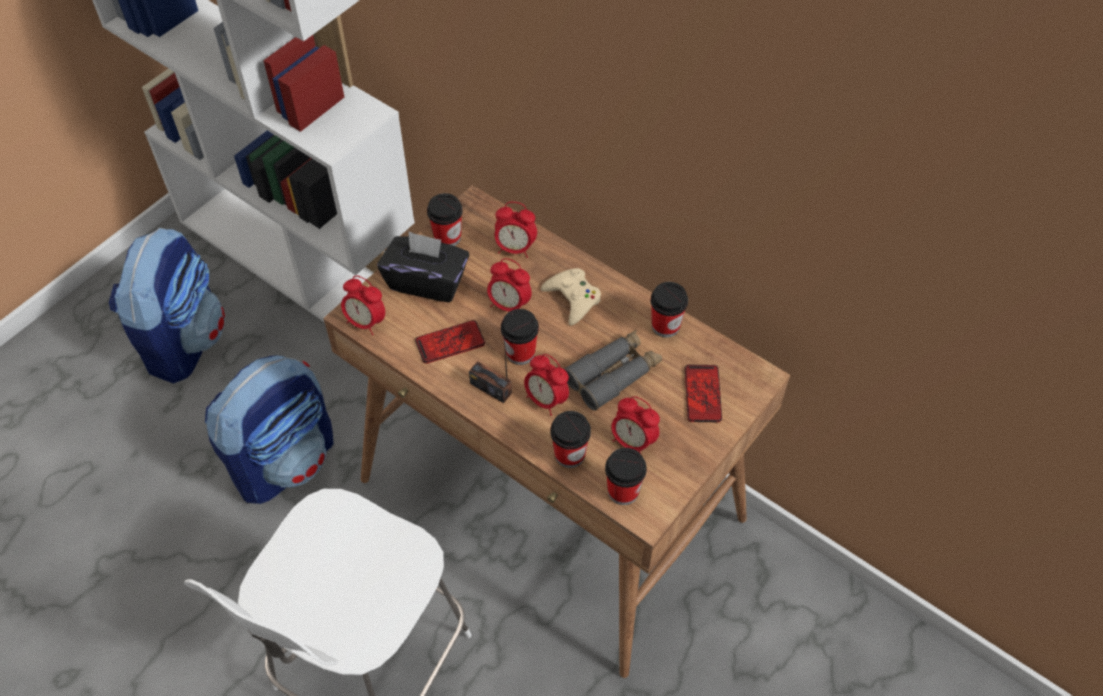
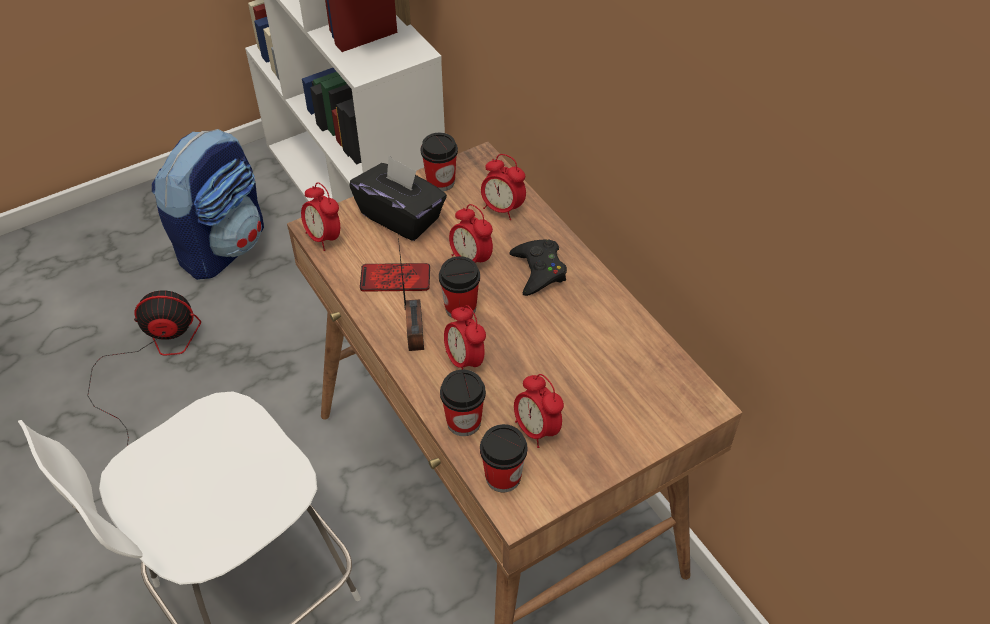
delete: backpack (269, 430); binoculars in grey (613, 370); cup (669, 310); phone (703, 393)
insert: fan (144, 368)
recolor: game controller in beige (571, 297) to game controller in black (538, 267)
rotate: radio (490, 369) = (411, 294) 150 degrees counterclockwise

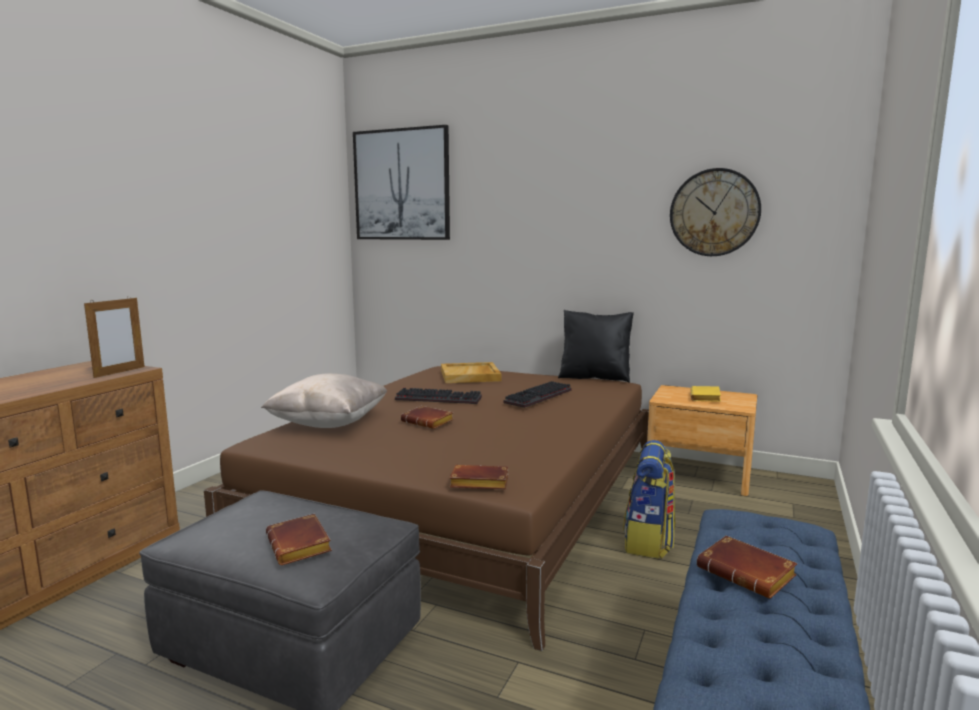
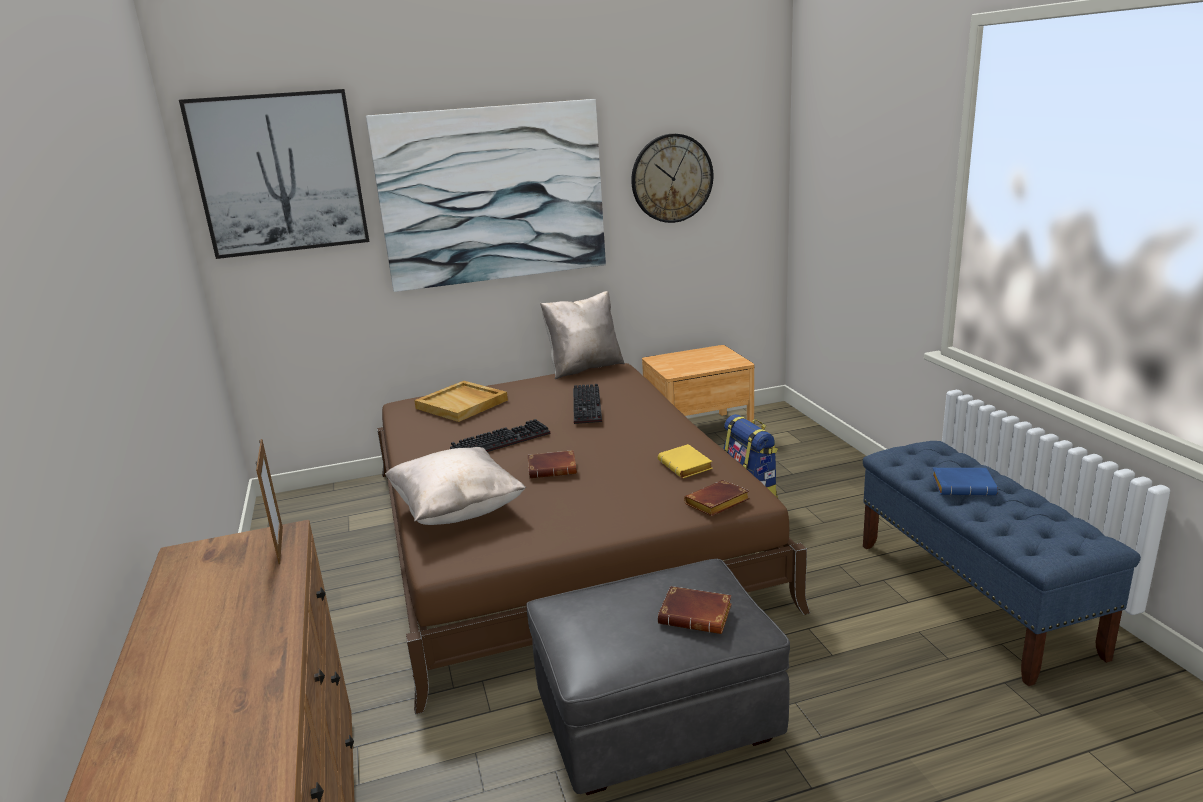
insert: picture (486, 195)
move: book in yellow (706, 394) to (685, 461)
recolor: pillow in black (596, 346) to pillow in beige (582, 335); book in brown (747, 567) to book in blue (965, 481)

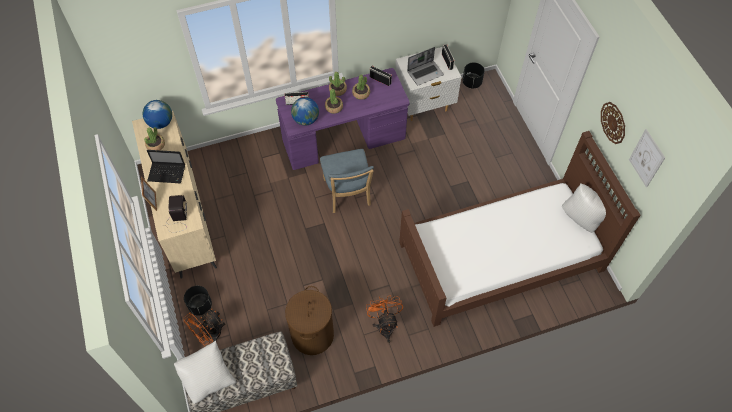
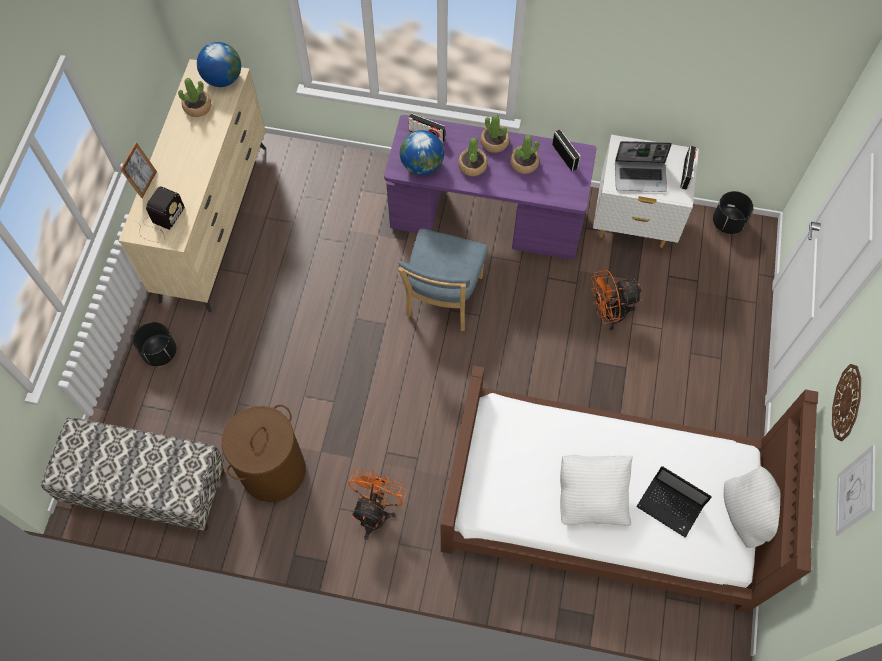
move: laptop (166, 166) to (674, 502); pillow in white (205, 372) to (596, 490); fan in orange (204, 327) to (616, 300)

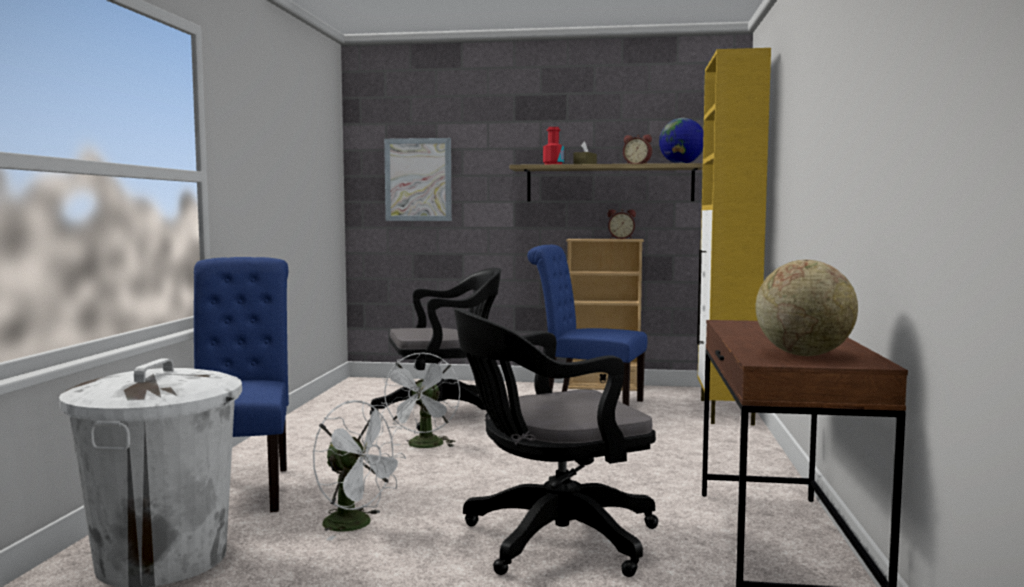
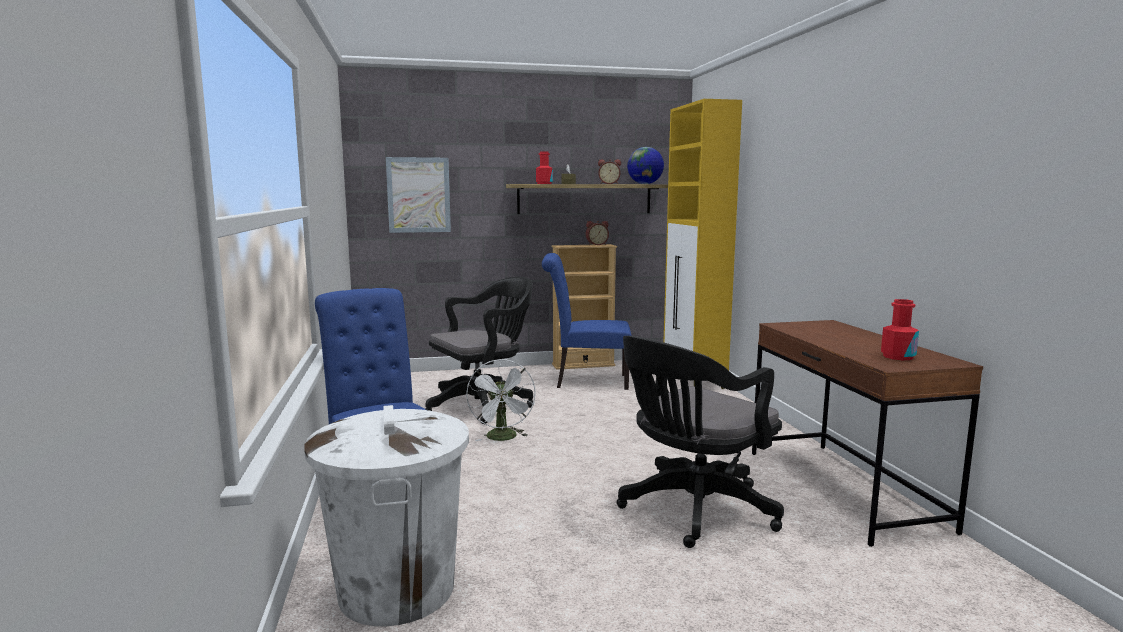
delete: fan in white (359, 470)
replace: globe (806, 308) to bottle in red (900, 329)

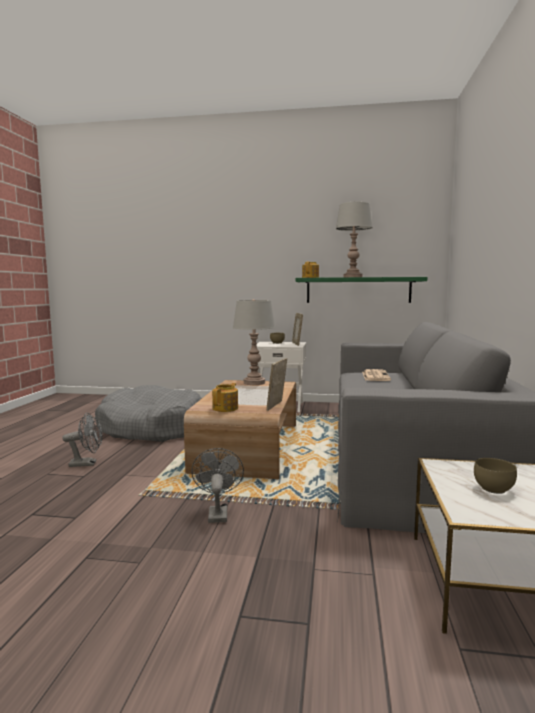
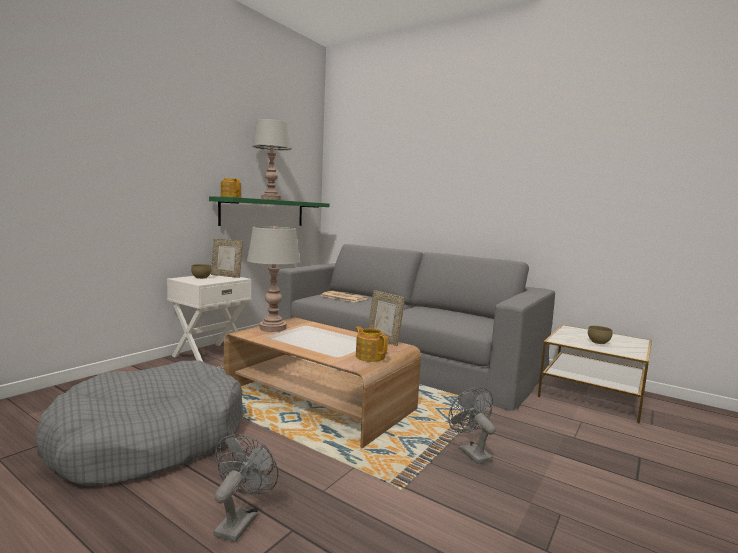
rotate: fan in grey (217, 485) = (472, 425) 45 degrees clockwise

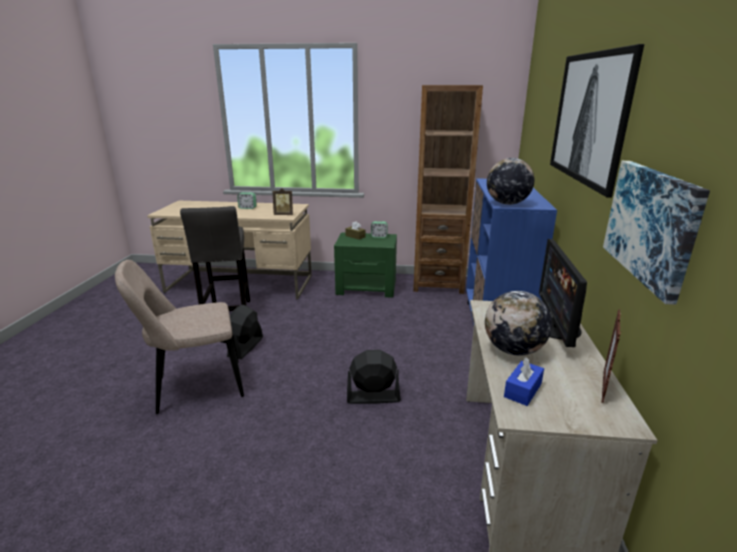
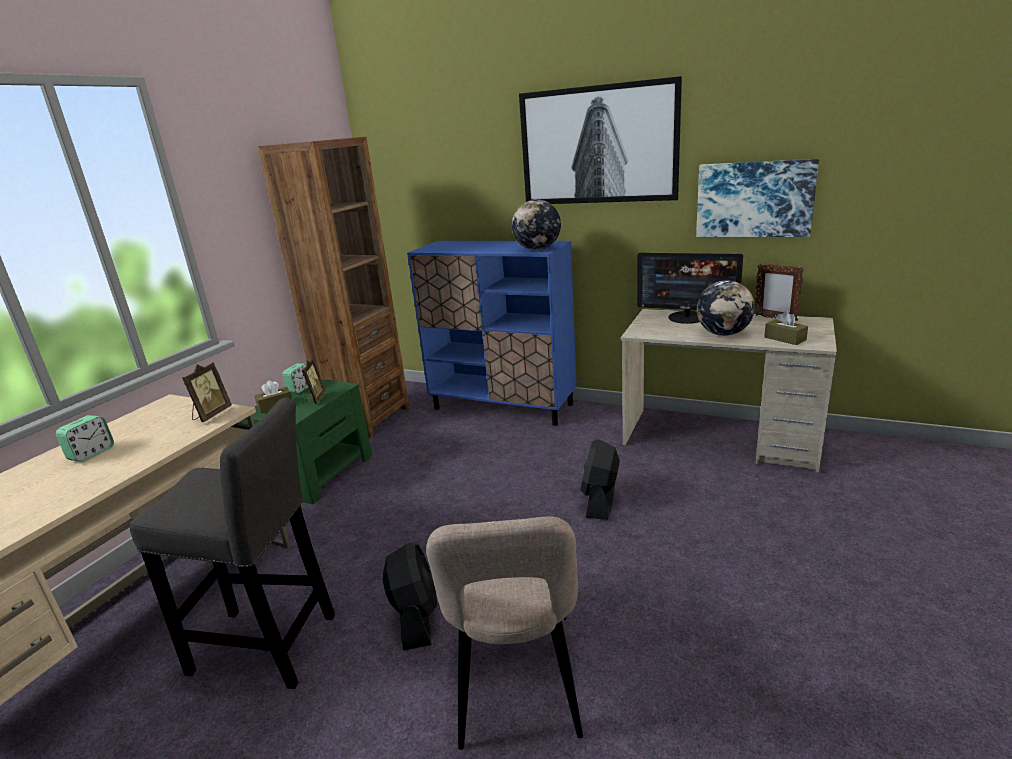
insert: picture frame (314, 381)
recolor: tissue box in blue (524, 381) to tissue box in brown (786, 328)
rotate: fan in black (245, 332) = (410, 597) 135 degrees counterclockwise

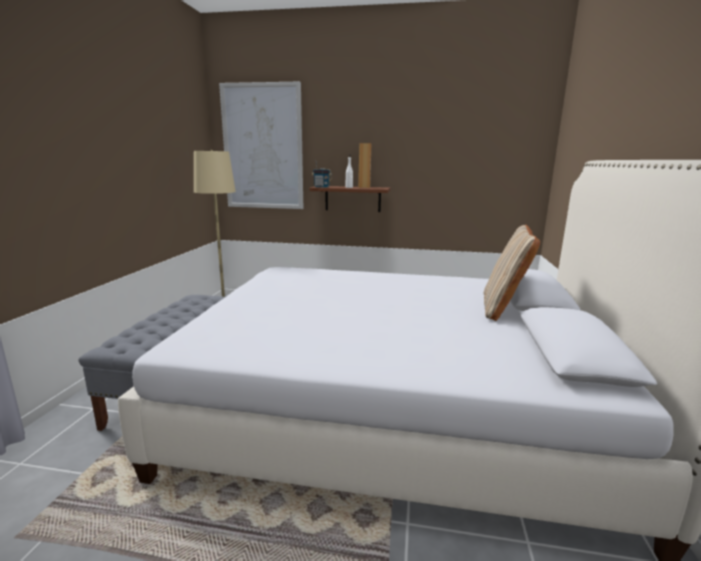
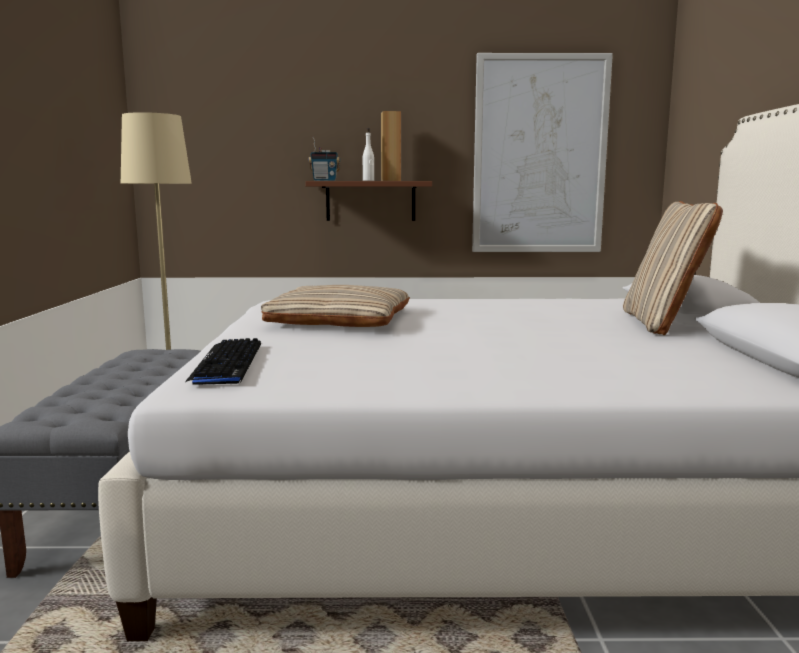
insert: keyboard (223, 361); pillow in beige (335, 306)
move: picture (261, 145) to (542, 152)

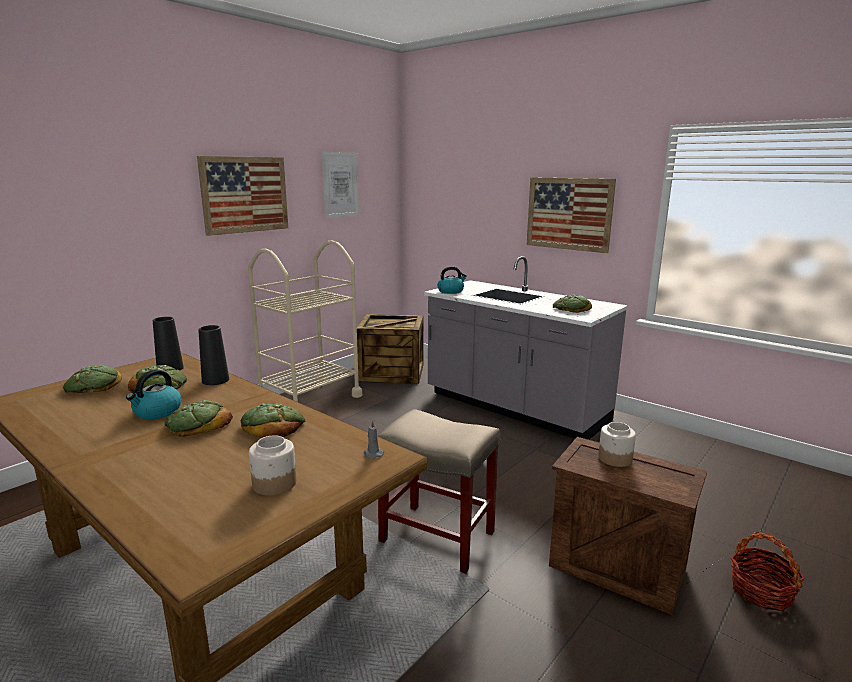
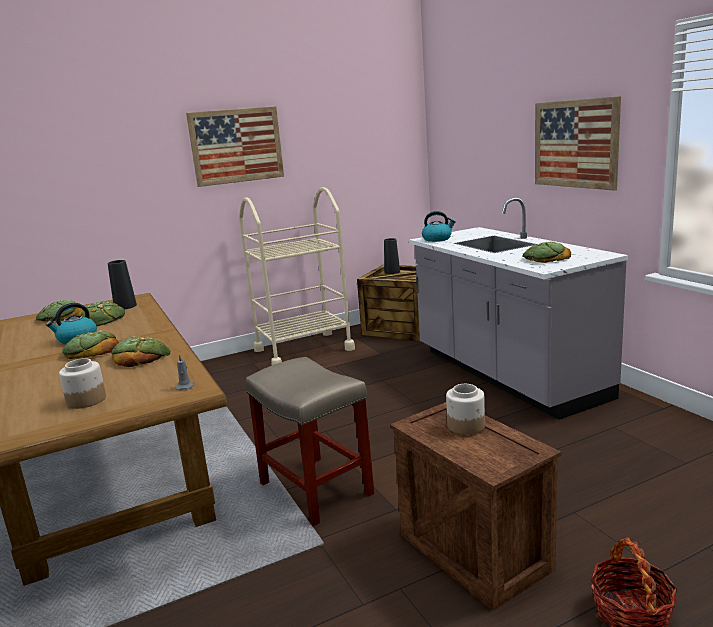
delete: picture (340, 185)
move: vase in black (213, 355) to (392, 256)

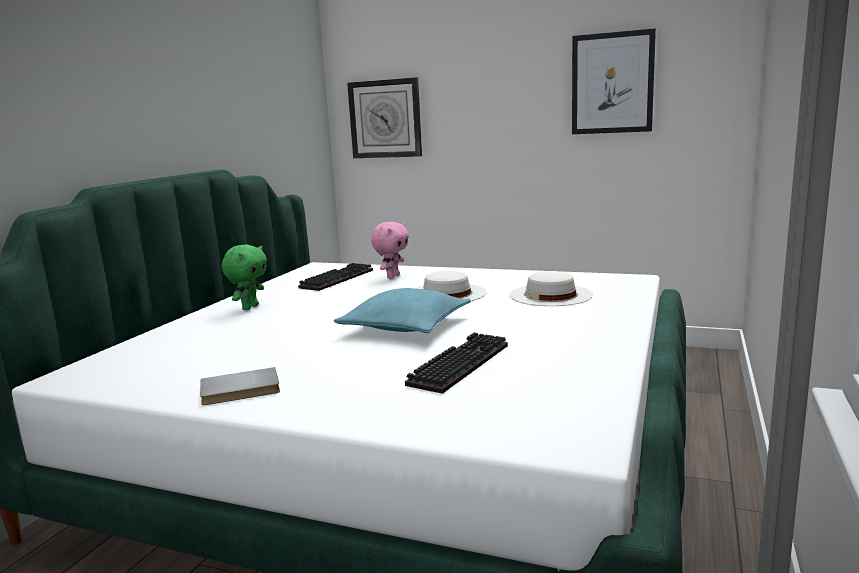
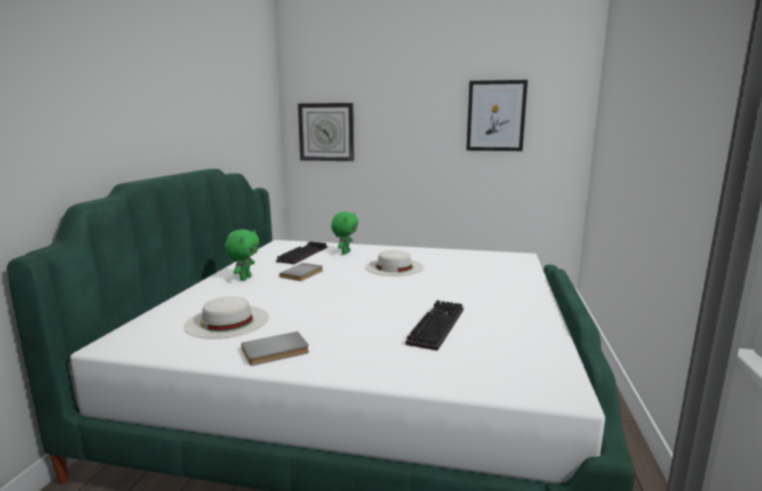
delete: pillow in turquoise (402, 310)
insert: book in grey (301, 272)
move: hat in white (551, 288) to (226, 317)
recolor: plush toy in pink (390, 250) to plush toy in green (344, 233)

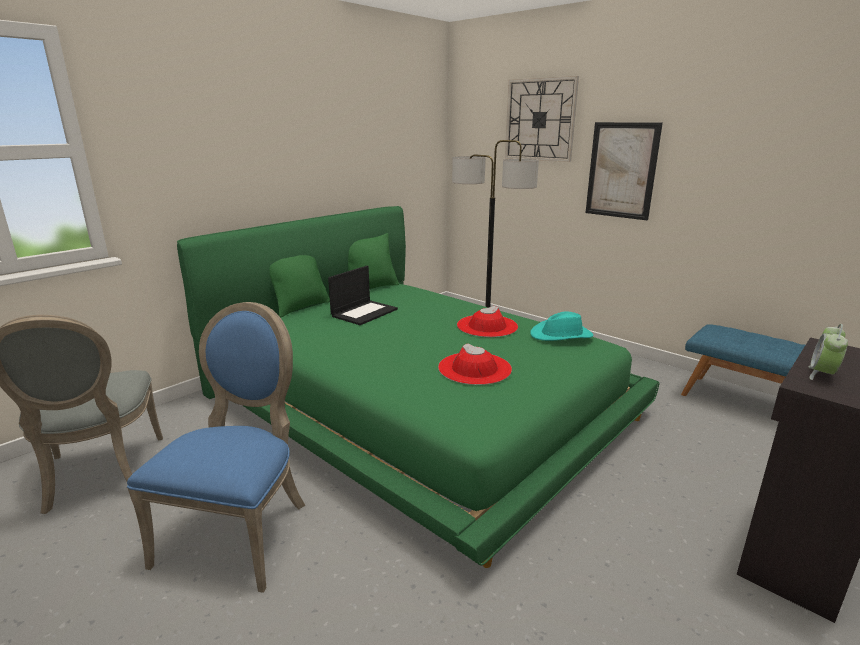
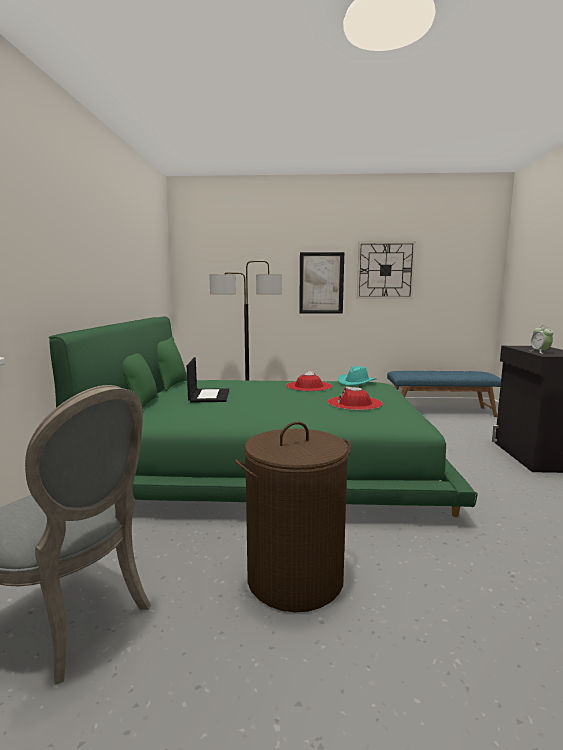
move: wall clock (542, 119) to (386, 270)
replace: chair in blue (216, 447) to laundry basket in brown (293, 517)

